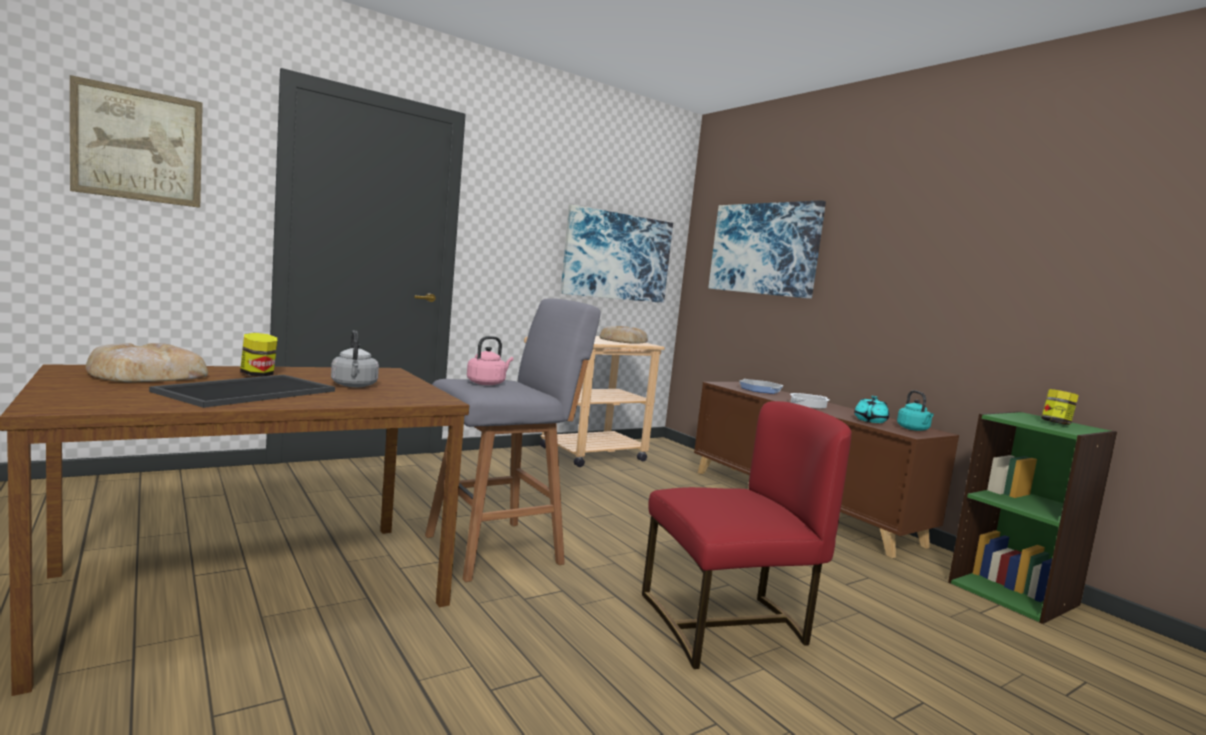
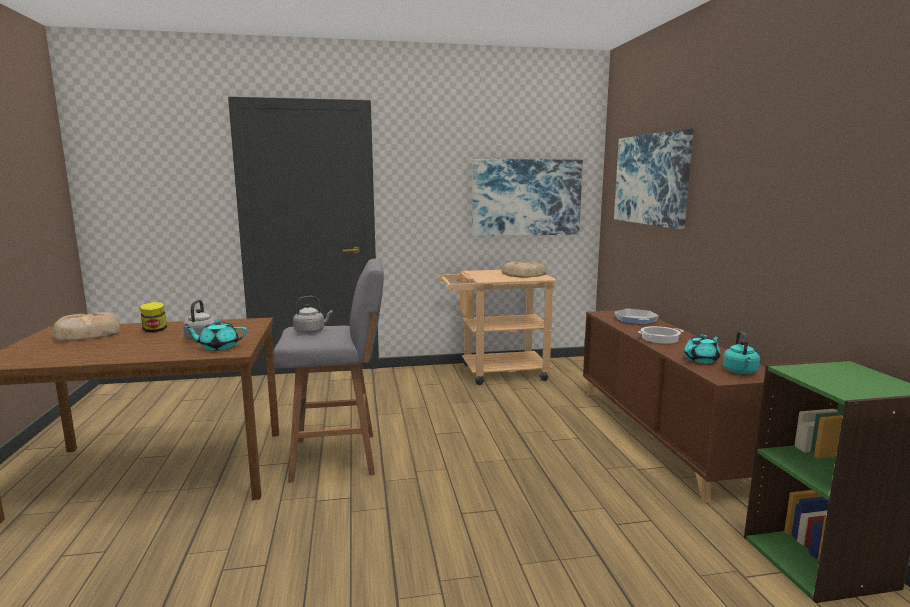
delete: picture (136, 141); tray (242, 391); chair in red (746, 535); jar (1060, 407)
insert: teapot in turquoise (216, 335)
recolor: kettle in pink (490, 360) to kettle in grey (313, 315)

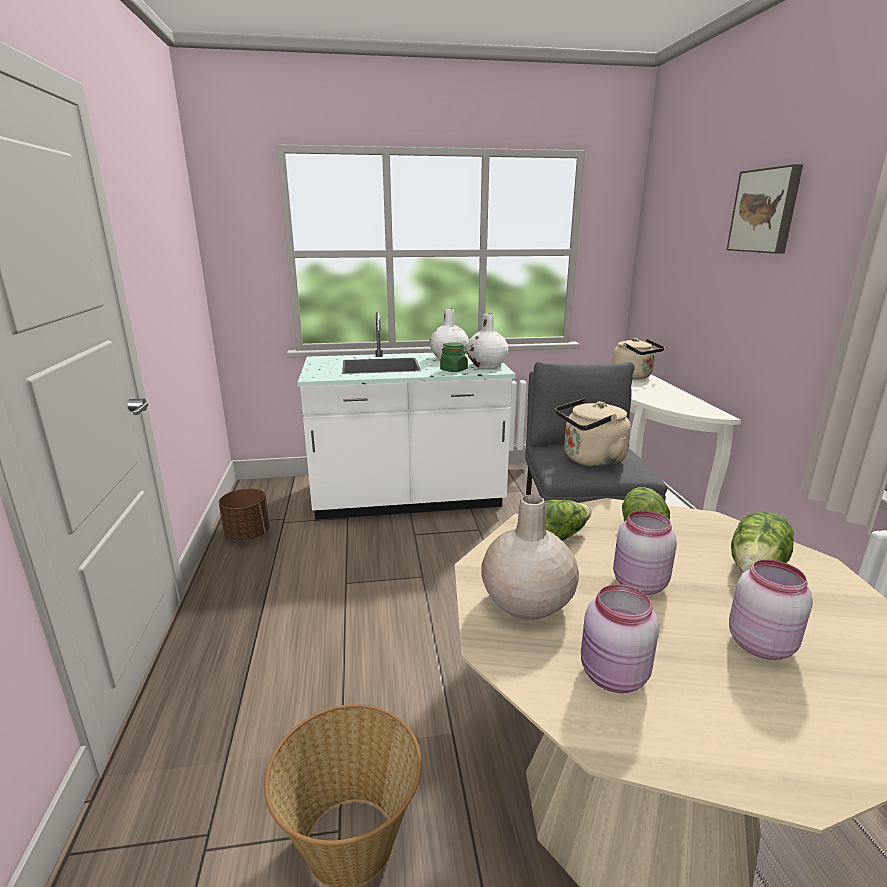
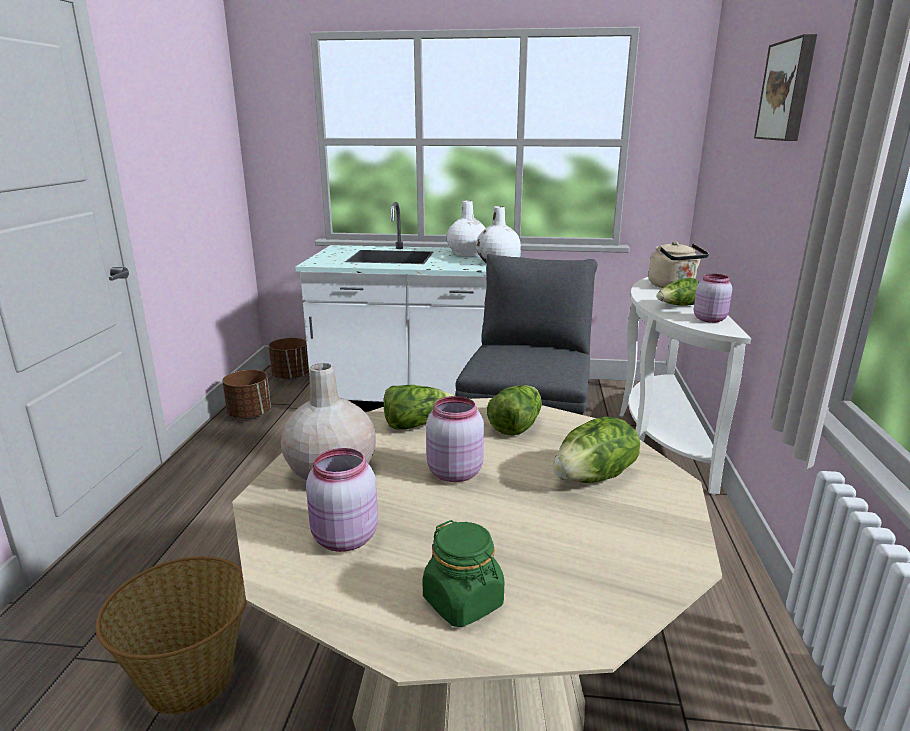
delete: kettle in beige (593, 433)
insert: planter in brown (288, 359); lettuce (678, 292)
move: jar in green (454, 357) to (463, 573); jar in pink (771, 609) to (713, 298)

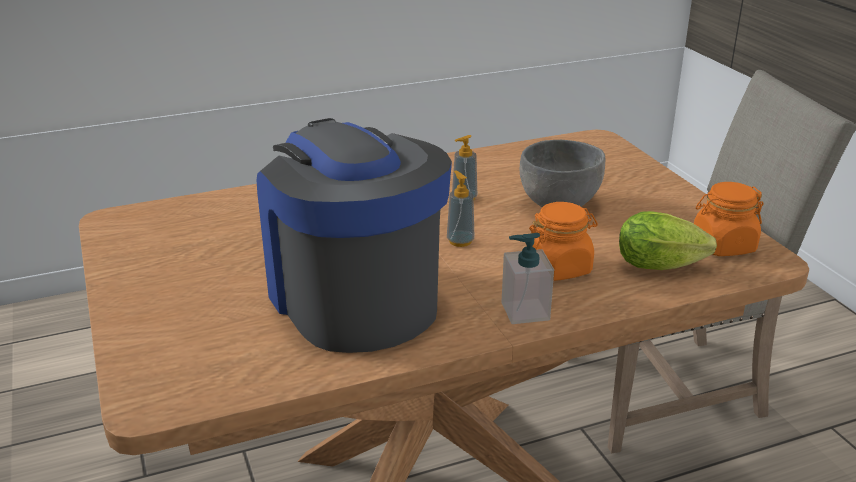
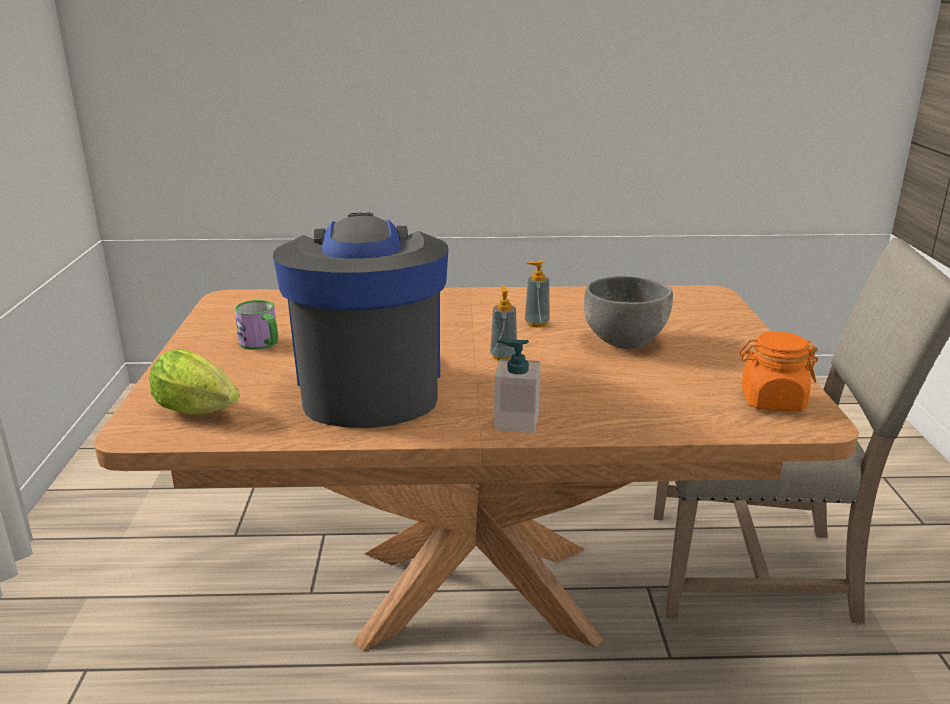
delete: jar in orange (562, 241)
insert: mug (256, 325)
move: lettuce (668, 240) to (194, 382)

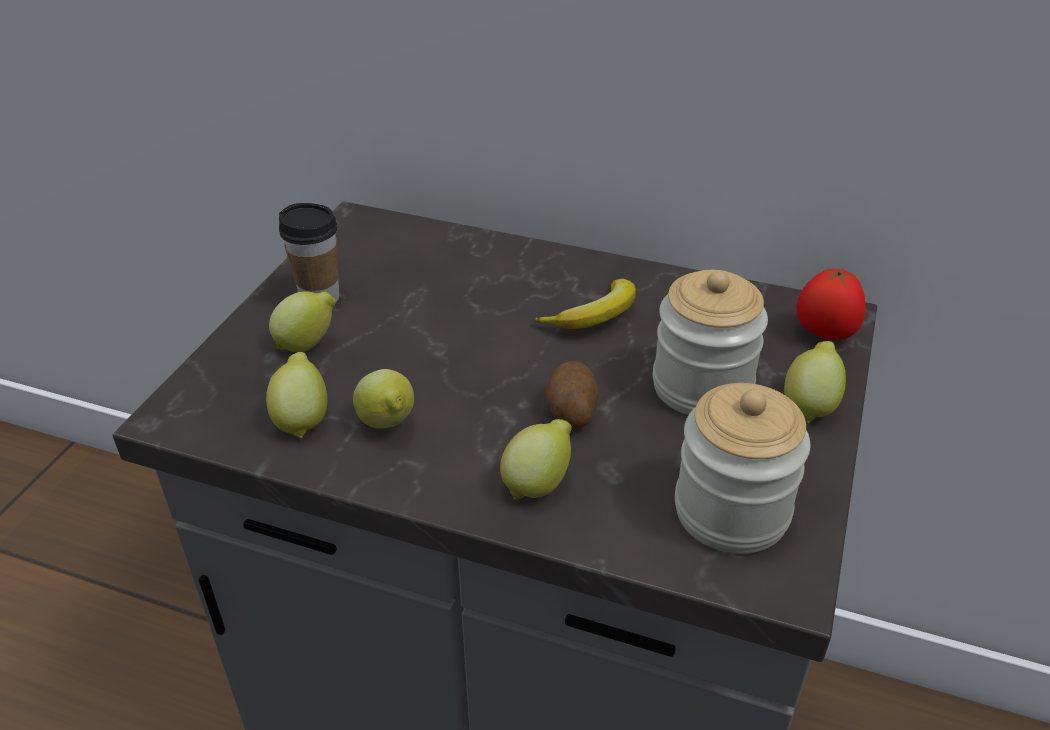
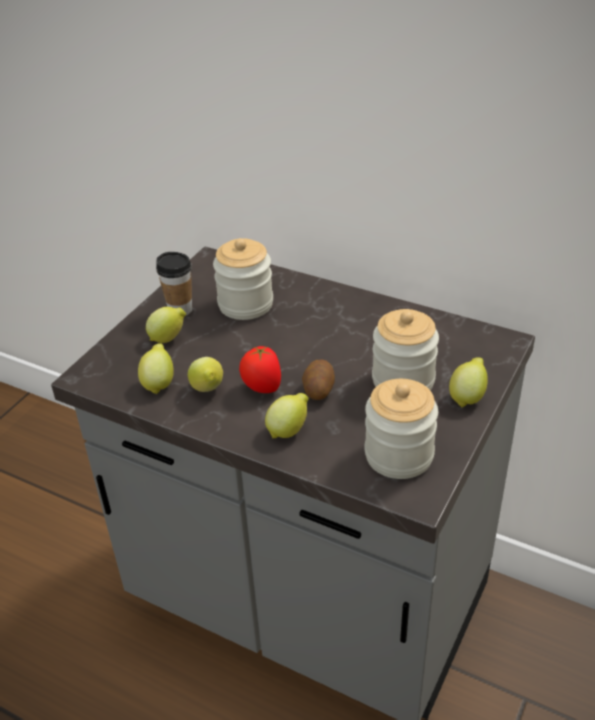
delete: banana (585, 304)
insert: jar (243, 279)
move: tomato (831, 304) to (260, 369)

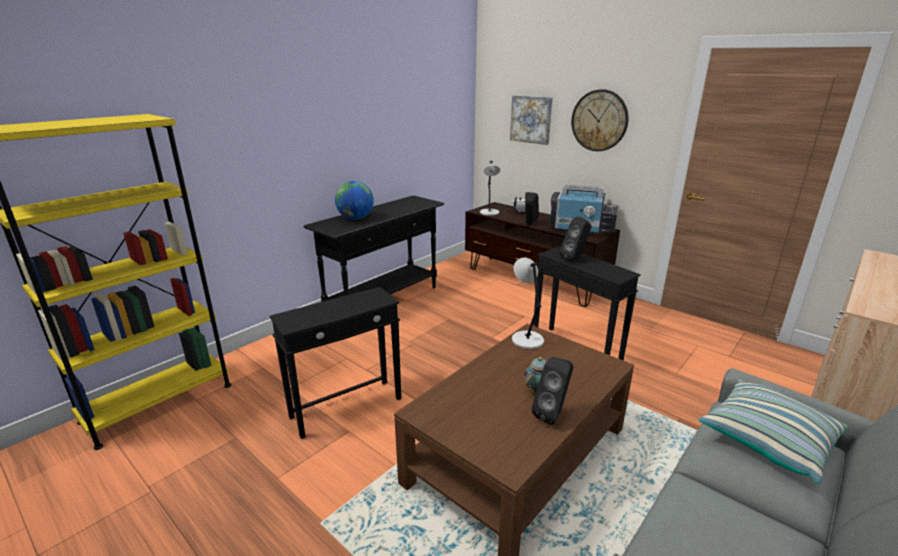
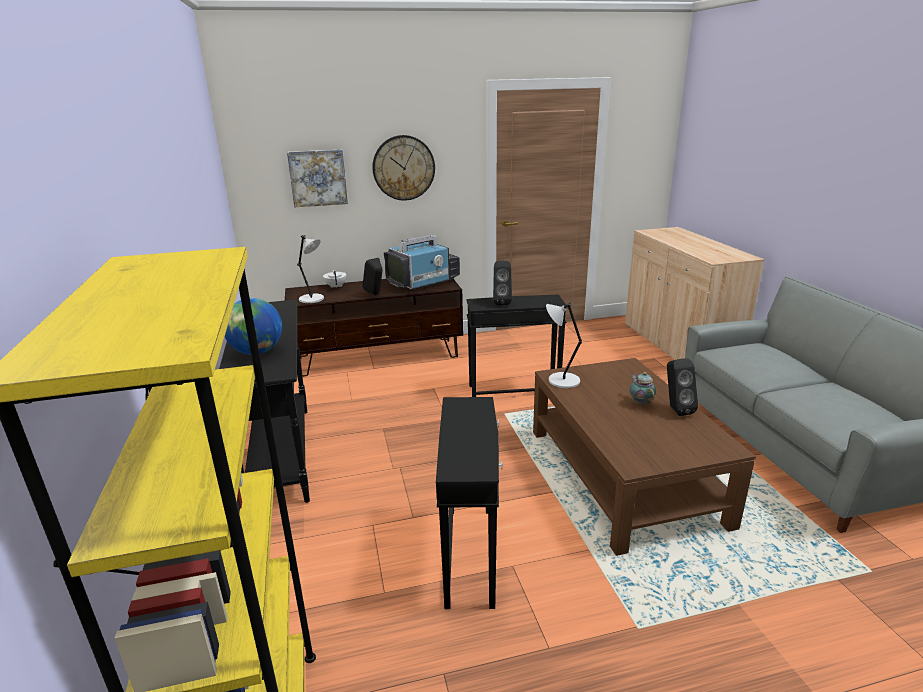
delete: pillow (773, 432)

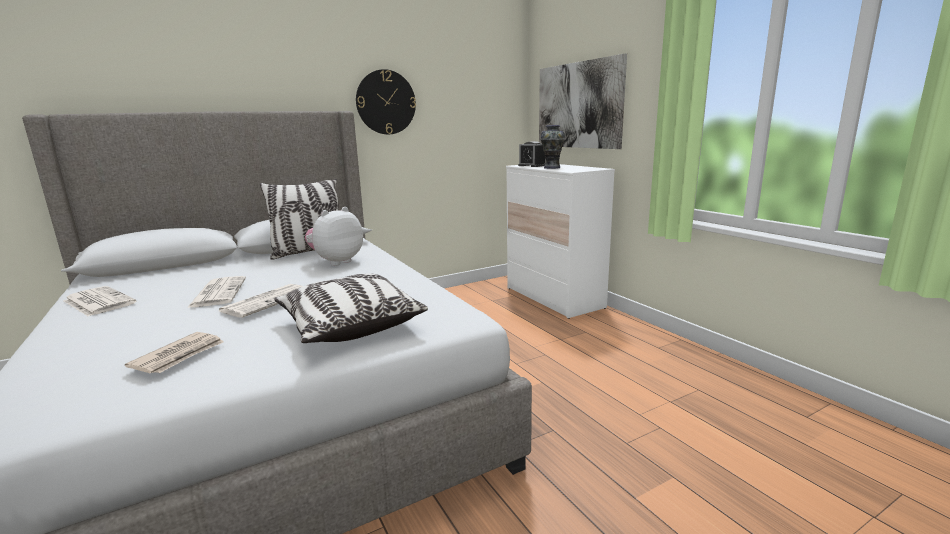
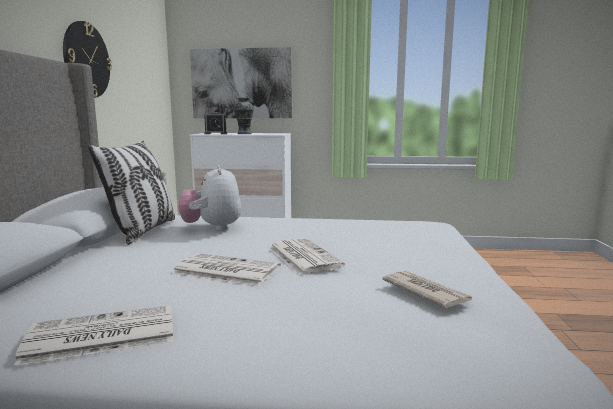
delete: pillow (351, 308)

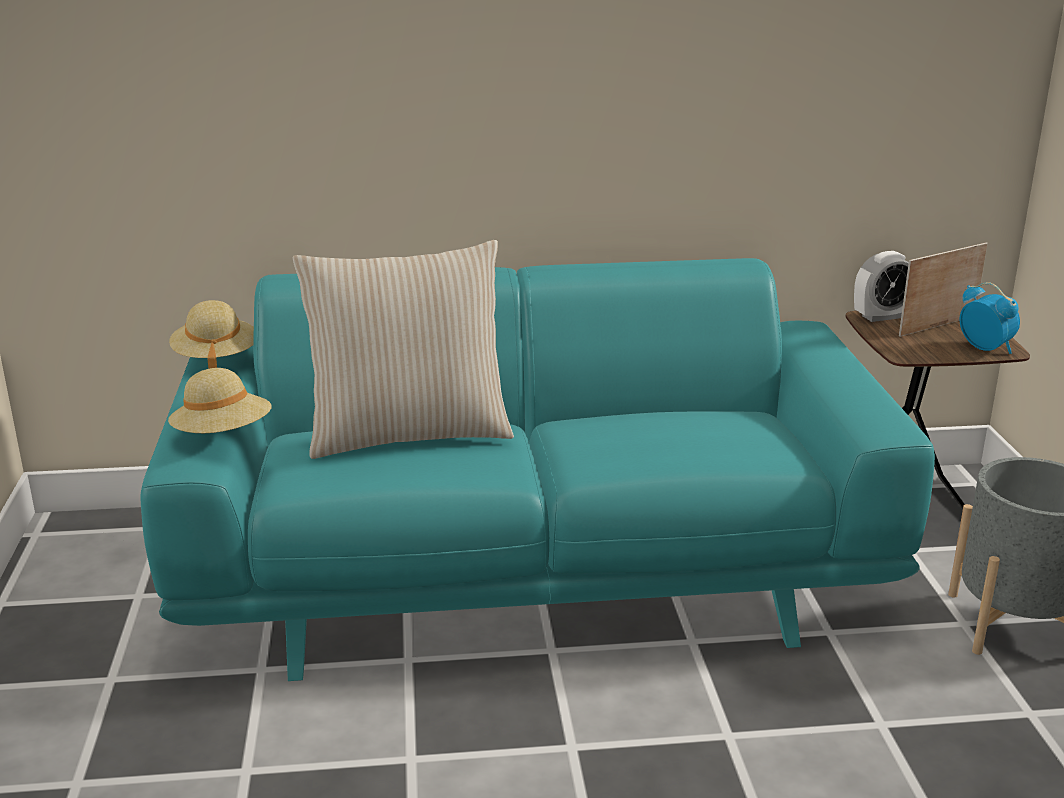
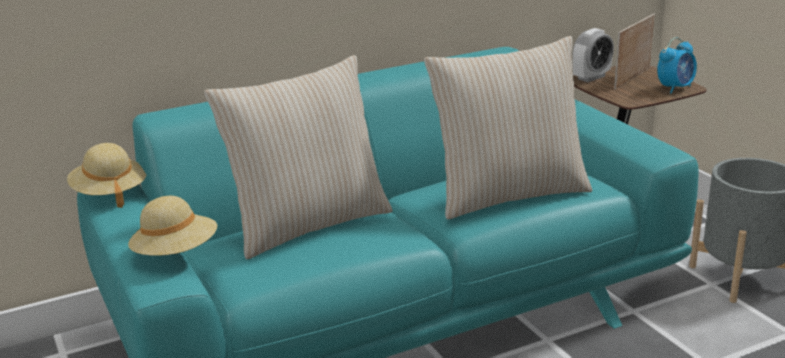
insert: pillow in beige (508, 127)
rotate: alarm clock (989, 318) = (677, 65) 105 degrees clockwise

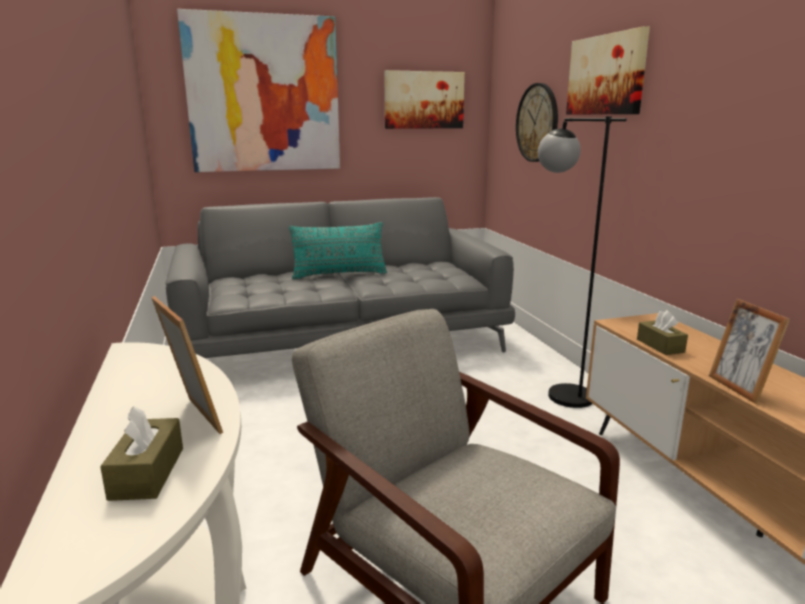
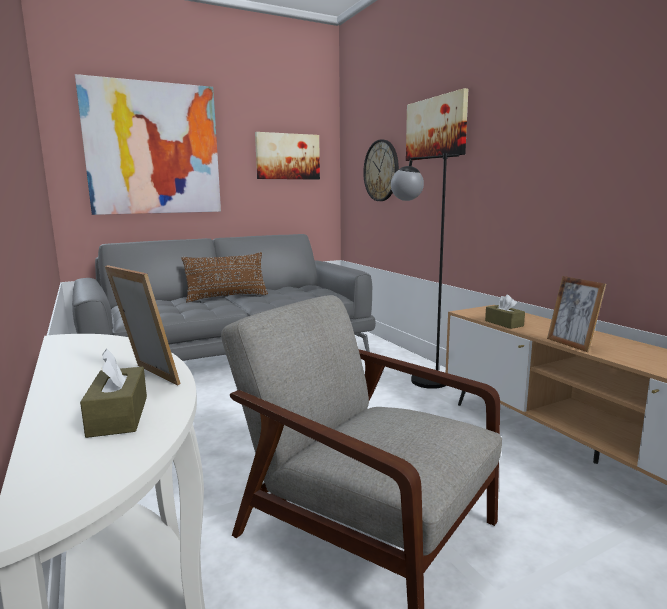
recolor: pillow in turquoise (338, 250) to pillow in brown (224, 277)

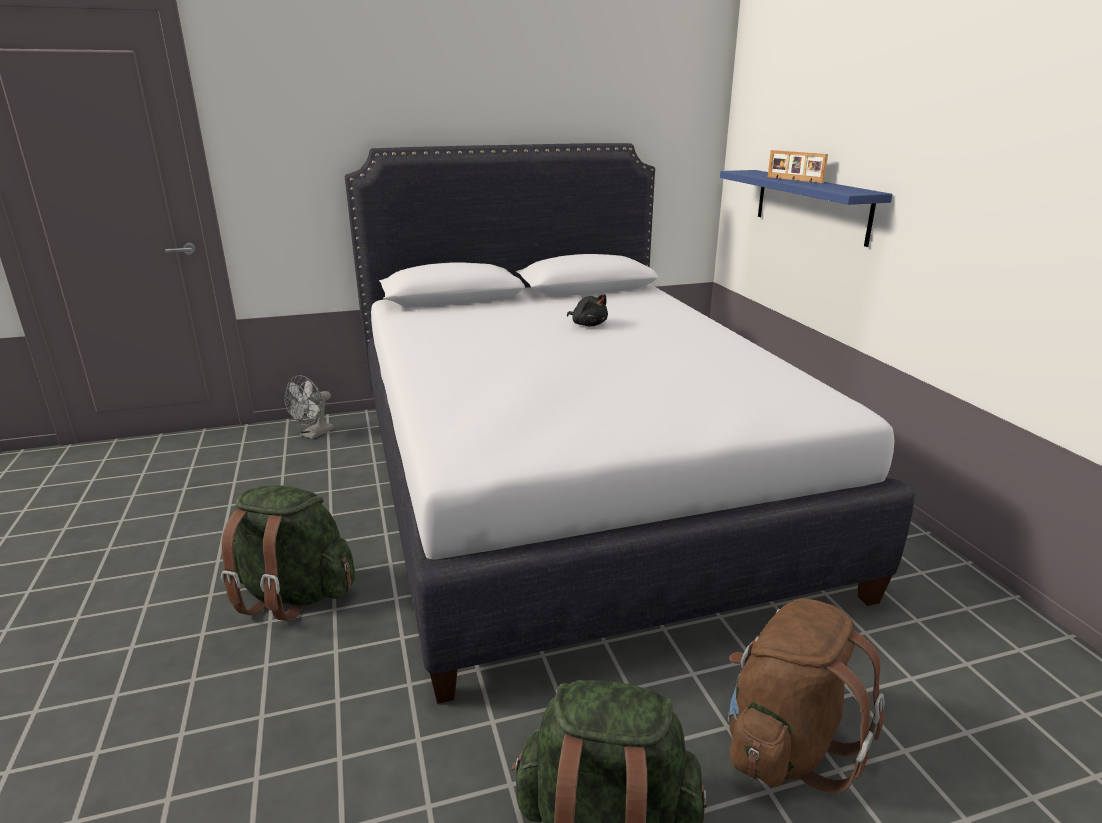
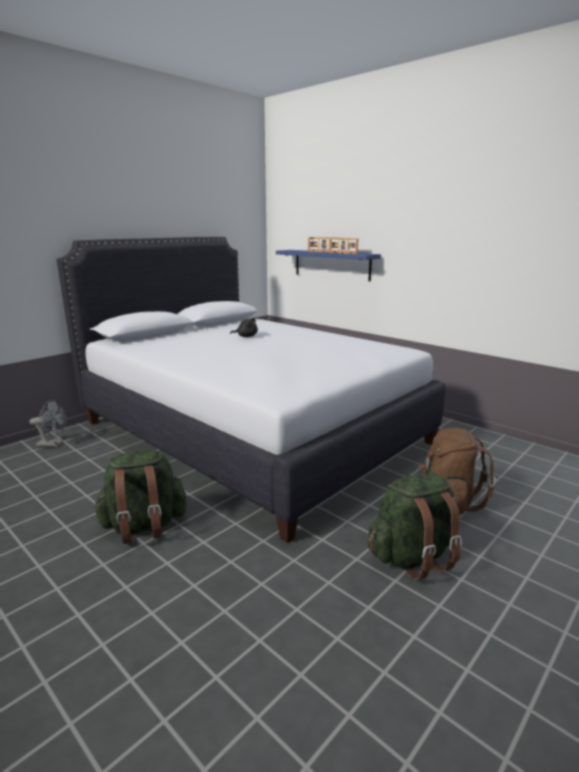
insert: picture frame (343, 246)
rotate: fan in grey (309, 407) = (47, 423) 90 degrees counterclockwise

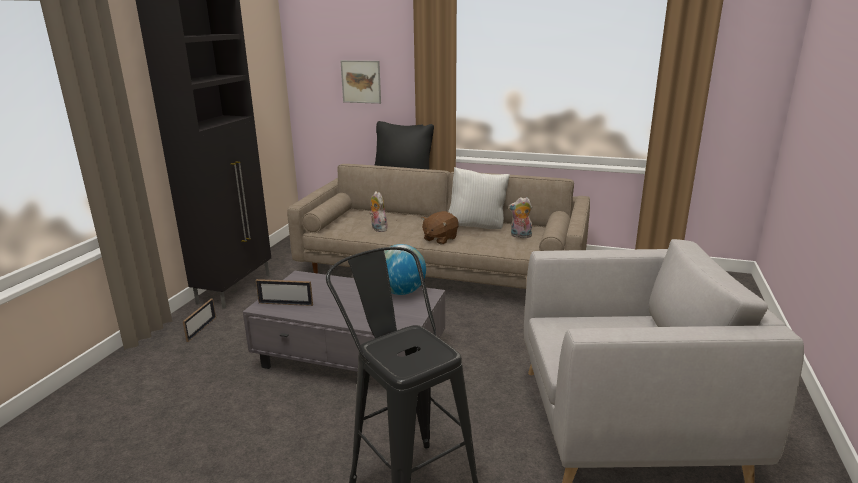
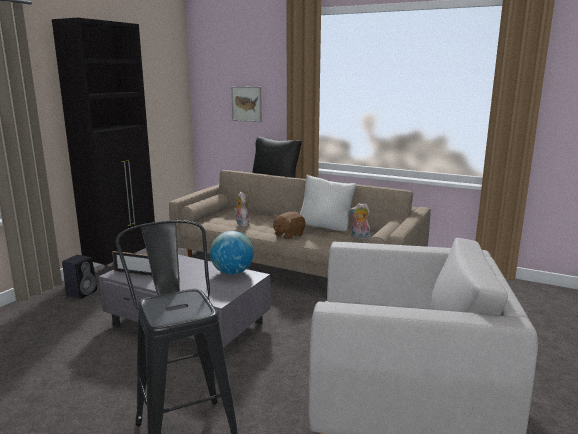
replace: picture frame (199, 320) to speaker in black (79, 277)

